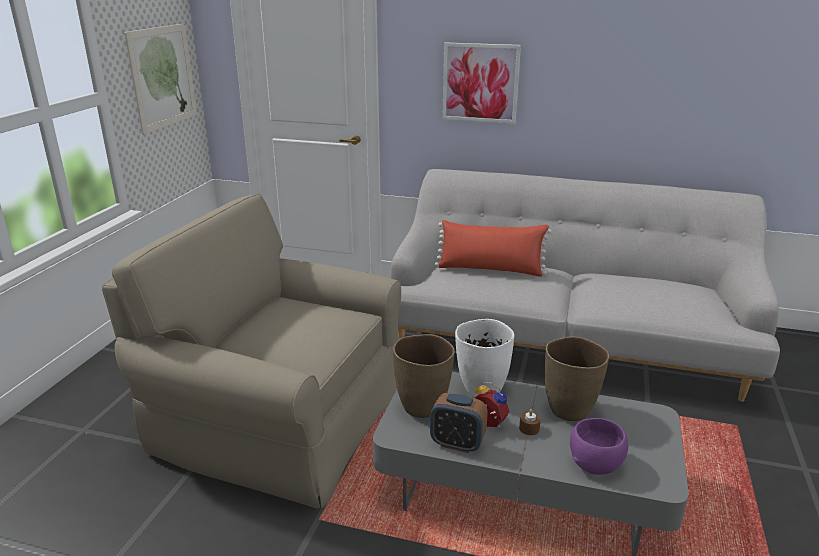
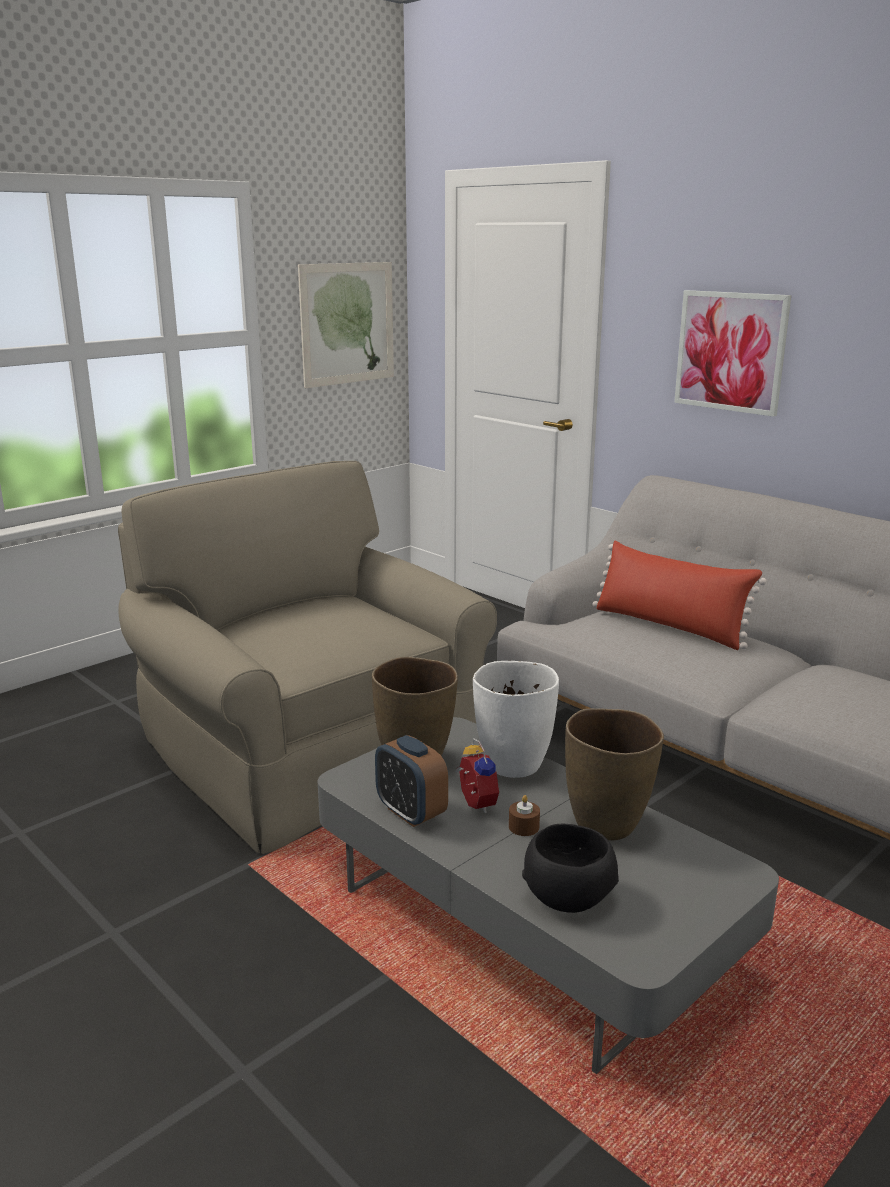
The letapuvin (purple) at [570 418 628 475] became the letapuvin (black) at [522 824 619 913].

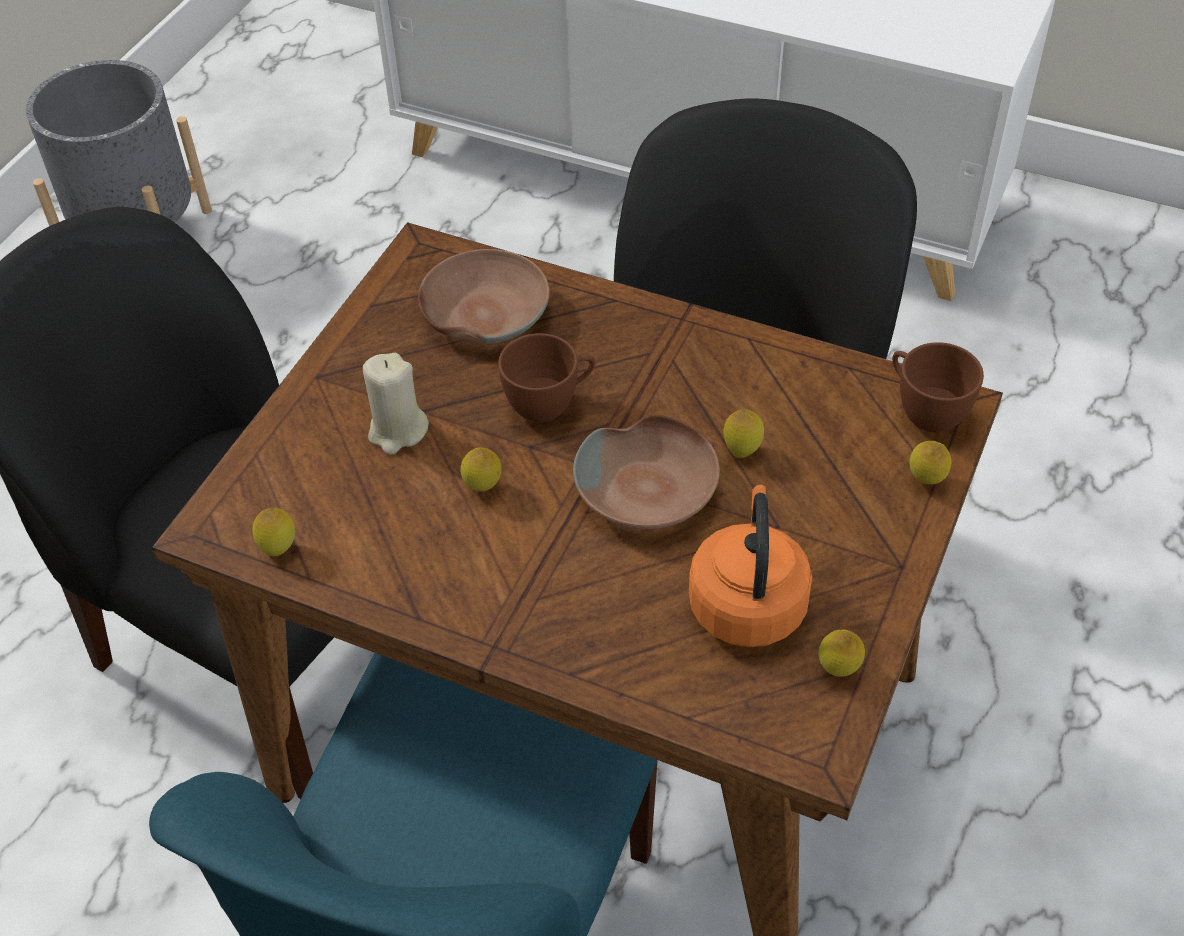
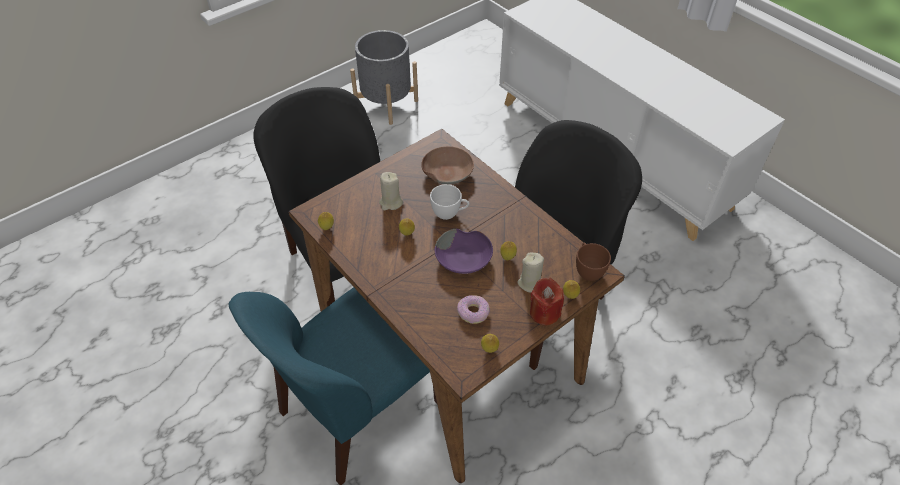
The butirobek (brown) at [498 333 595 422] became the butirobek (white) at [430 184 469 220].
The letapuvin (brown) at [573 415 720 529] became the letapuvin (purple) at [435 229 493 274].
The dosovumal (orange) at [689 485 812 647] was replaced by the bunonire at [457 295 490 324].
The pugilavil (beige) at [517 253 544 292] appeared.
The pugilavil (red) at [530 278 564 325] appeared.

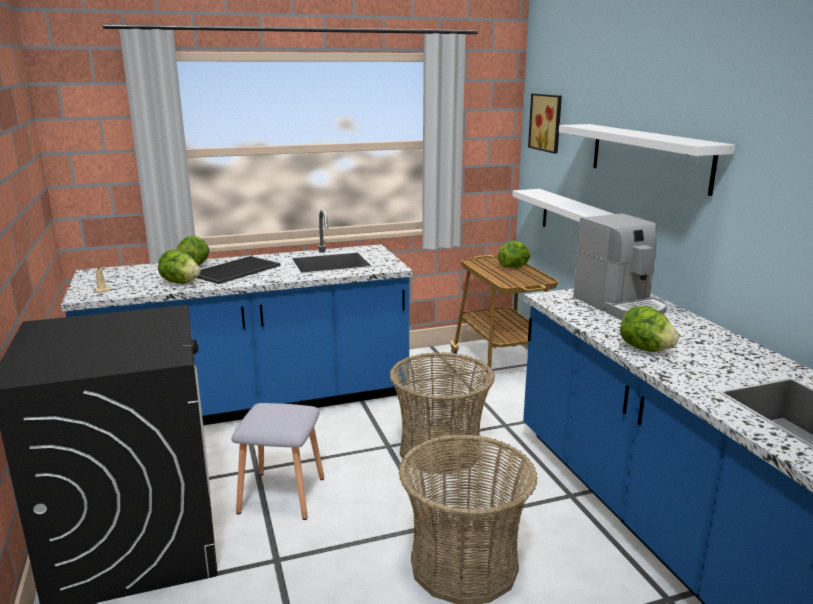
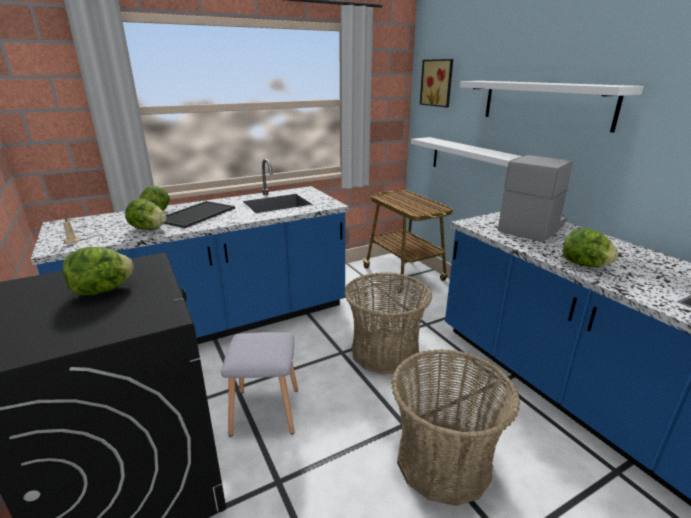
The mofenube moved from [498 241 531 268] to [63 247 134 295].
The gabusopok at [573 213 667 320] turned 105 degrees counterclockwise.

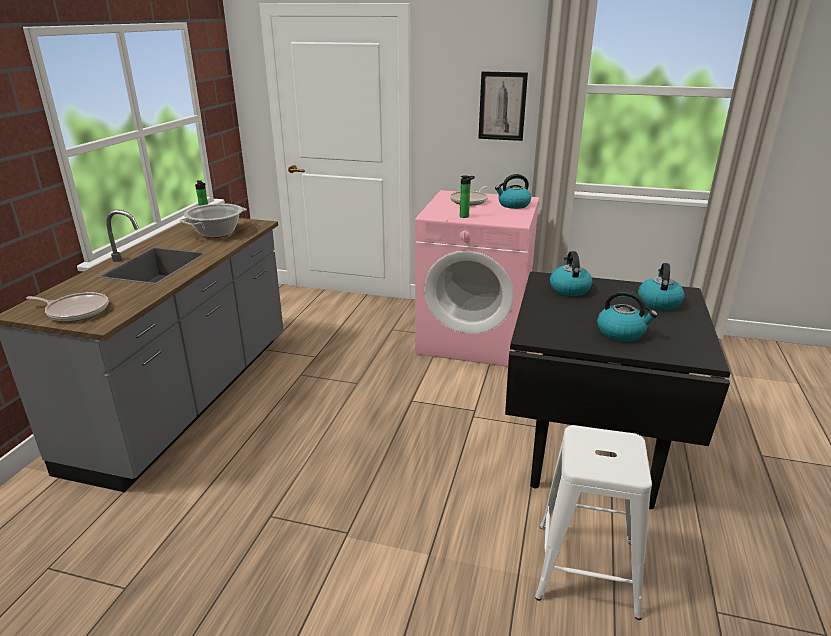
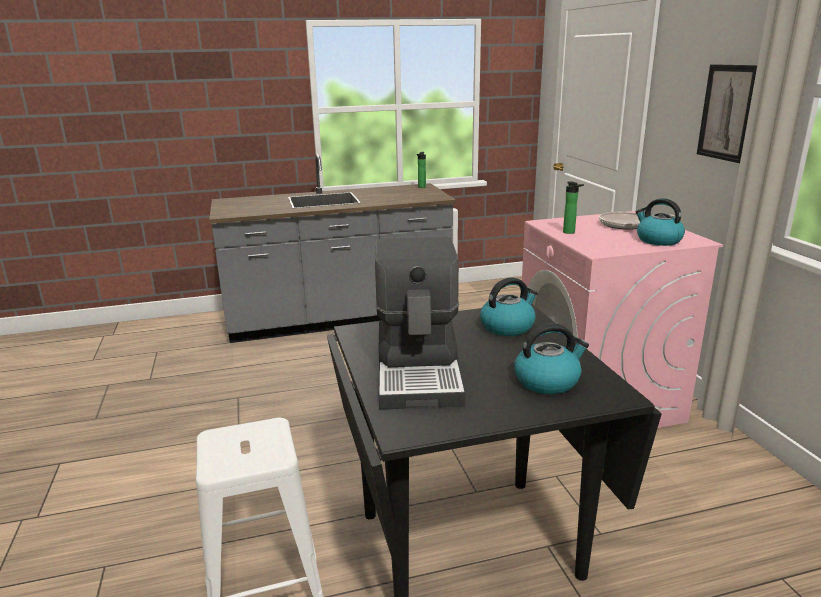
The dosovumal at [597 290 658 342] was replaced by the gabusopok at [375 237 465 410].
The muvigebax at [27 292 109 322] disappeared.
The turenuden at [180 203 247 238] disappeared.

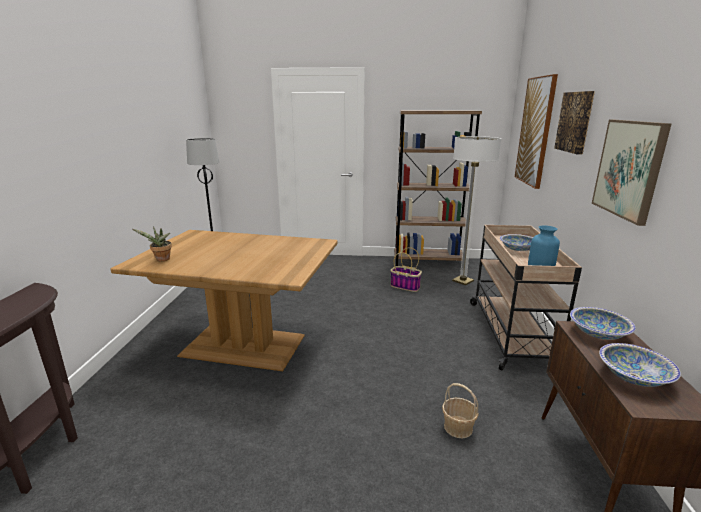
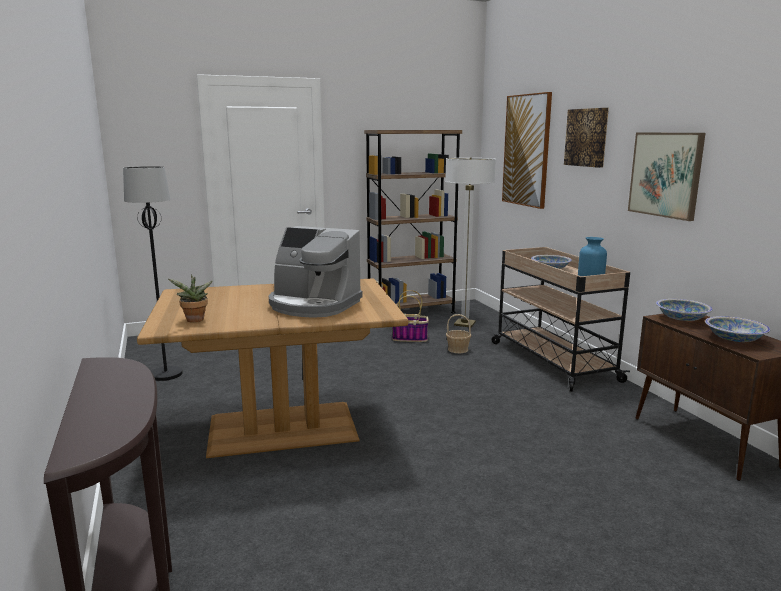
The gabusopok at [269 226 362 318] appeared.
The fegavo moved from [442 383 479 438] to [446 314 471 353].

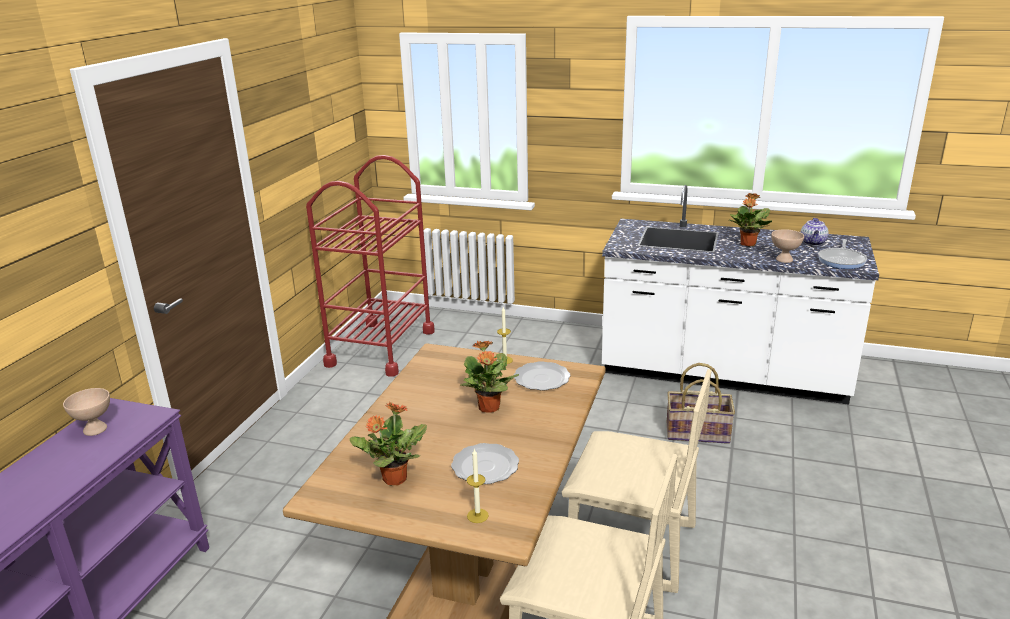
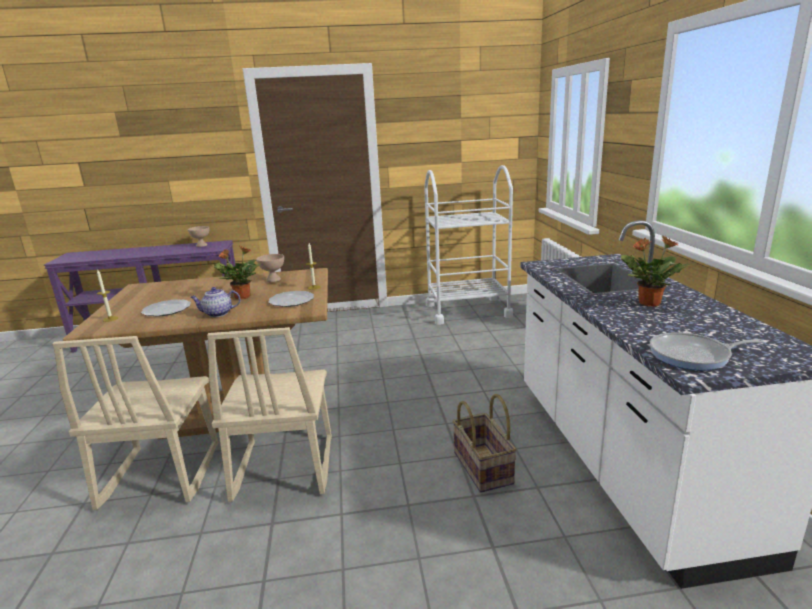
The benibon moved from [801 218 829 246] to [190 287 241 317].
The letapuvin (beige) moved from [771 229 804 263] to [256 254 284 282].
The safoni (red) at [306 155 435 377] became the safoni (white) at [424 165 513 325].
The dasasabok at [350 401 427 485] disappeared.

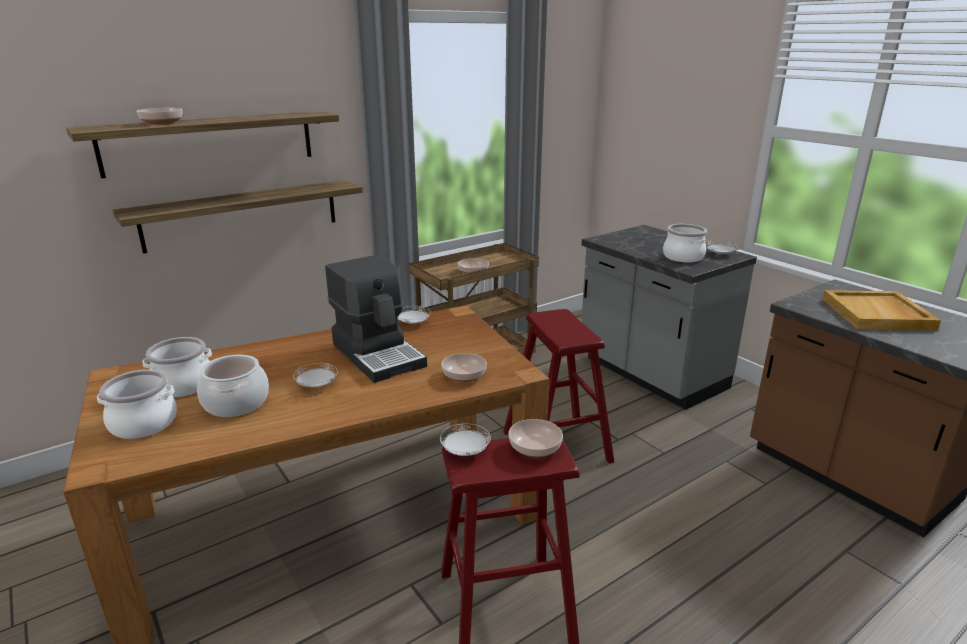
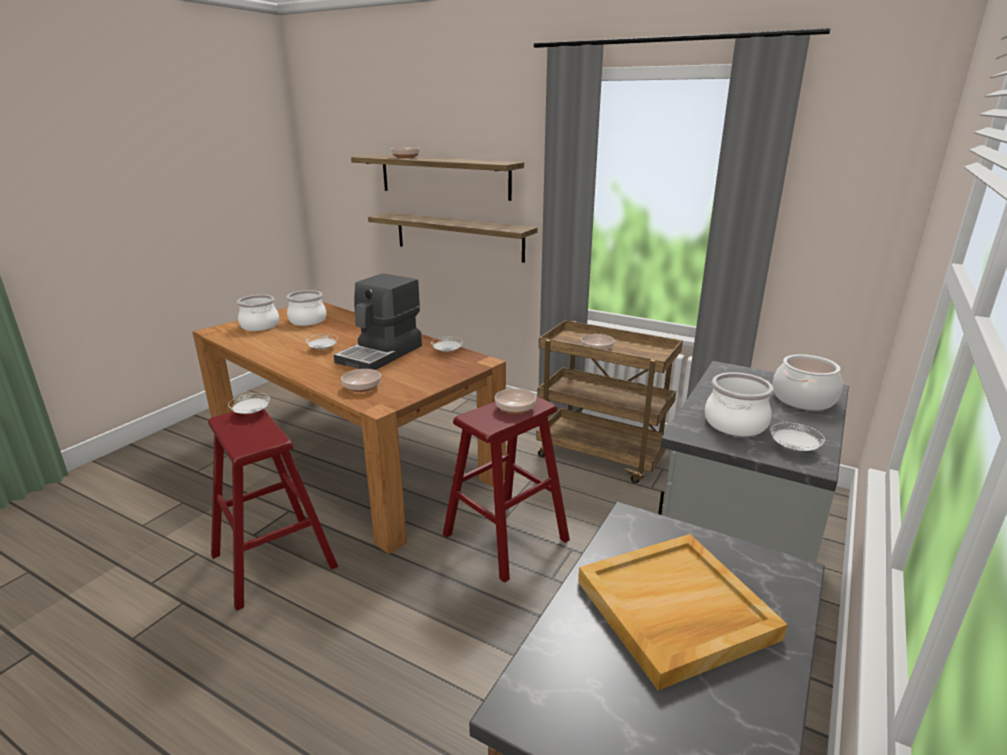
The letapuvin moved from [508 419 563 457] to [495 388 536 414].
The turenuden moved from [197 355 269 417] to [773 354 843 410].

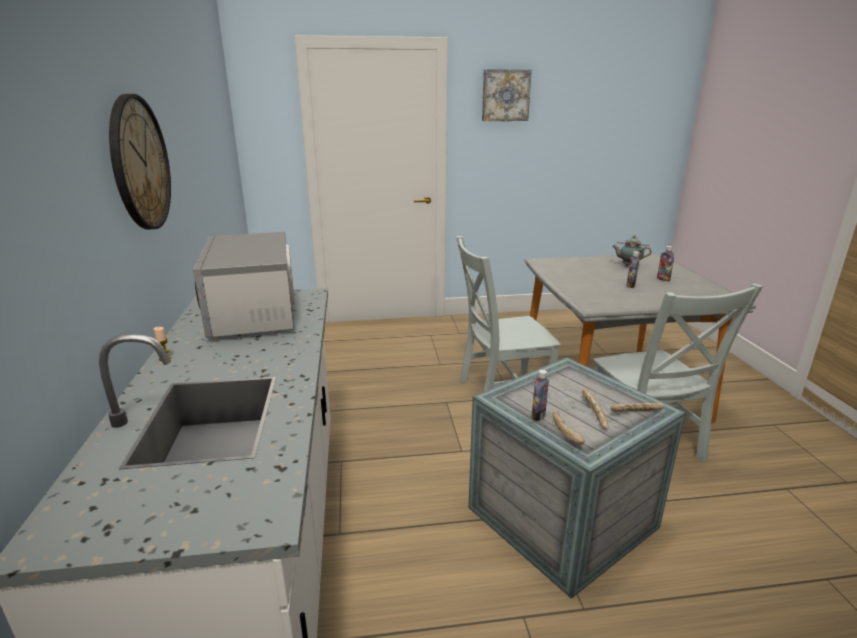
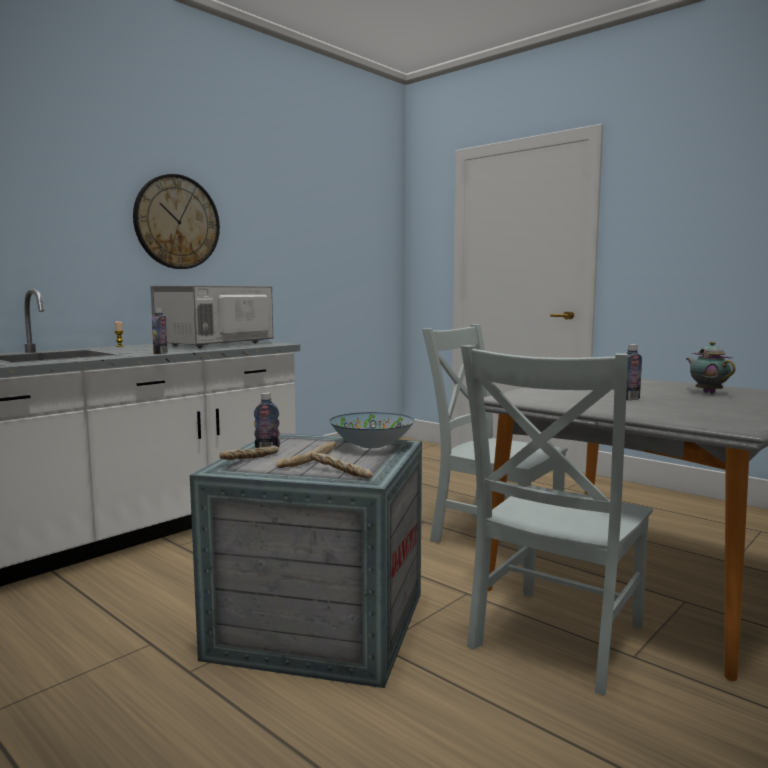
The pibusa moved from [657 246 674 281] to [152 308 168 354].
The letapuvin at [329 412 414 448] appeared.
The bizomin at [482 69 532 121] disappeared.

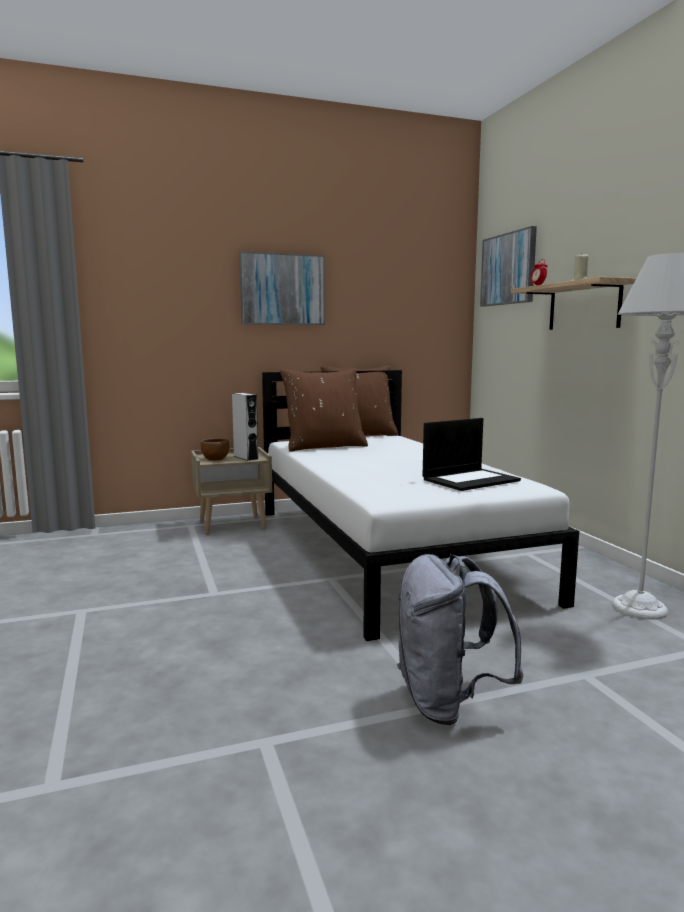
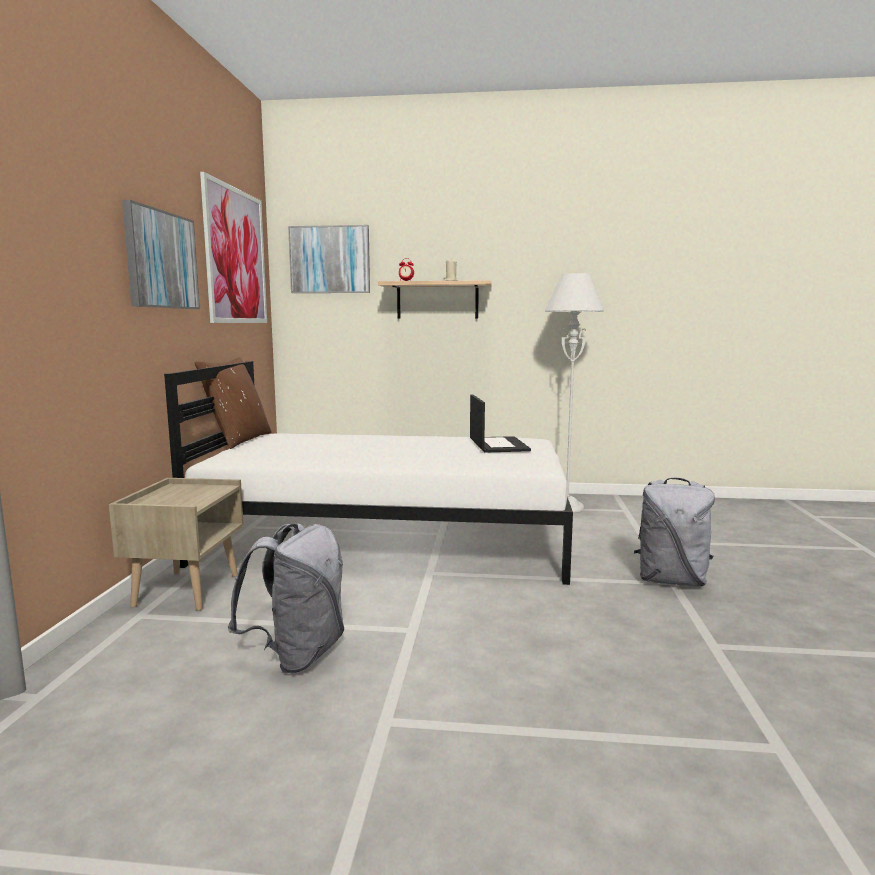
The bizomin at [200 172 267 323] appeared.
The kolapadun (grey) at [228 523 344 674] appeared.
The letapuvin (brown) at [201 438 230 461] disappeared.
The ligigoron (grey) at [232 393 259 461] disappeared.
The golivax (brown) at [280 368 368 452] disappeared.

